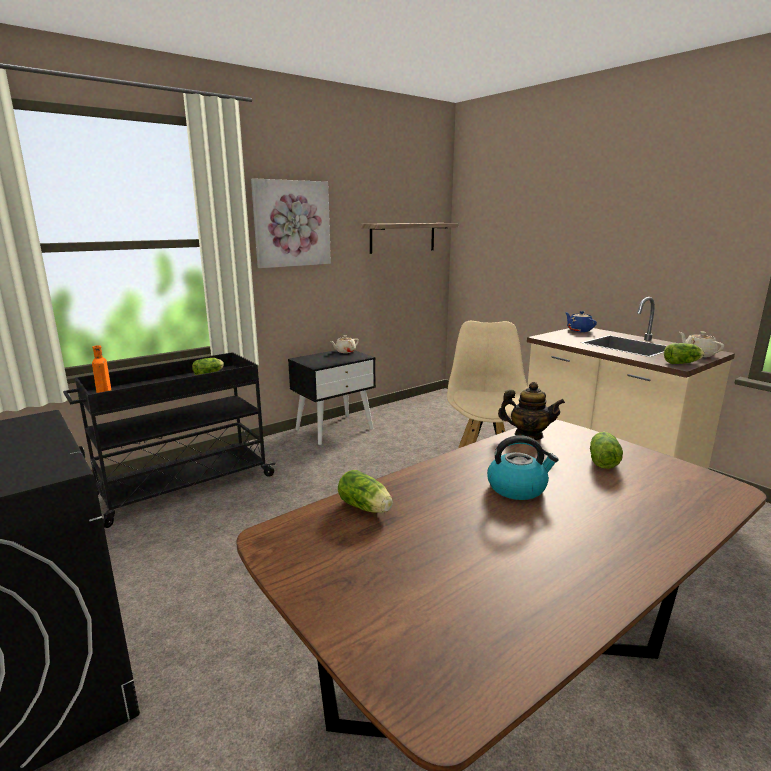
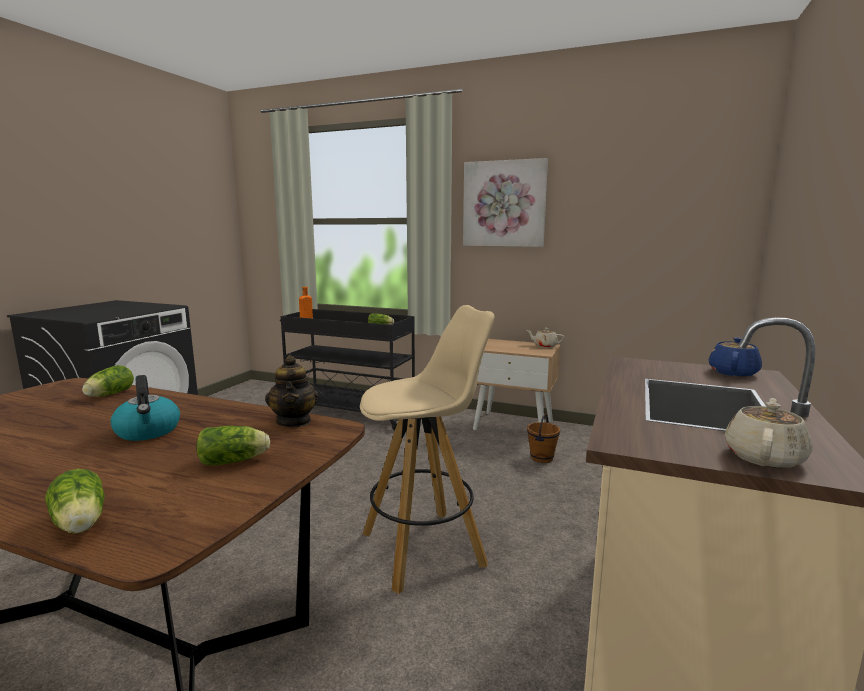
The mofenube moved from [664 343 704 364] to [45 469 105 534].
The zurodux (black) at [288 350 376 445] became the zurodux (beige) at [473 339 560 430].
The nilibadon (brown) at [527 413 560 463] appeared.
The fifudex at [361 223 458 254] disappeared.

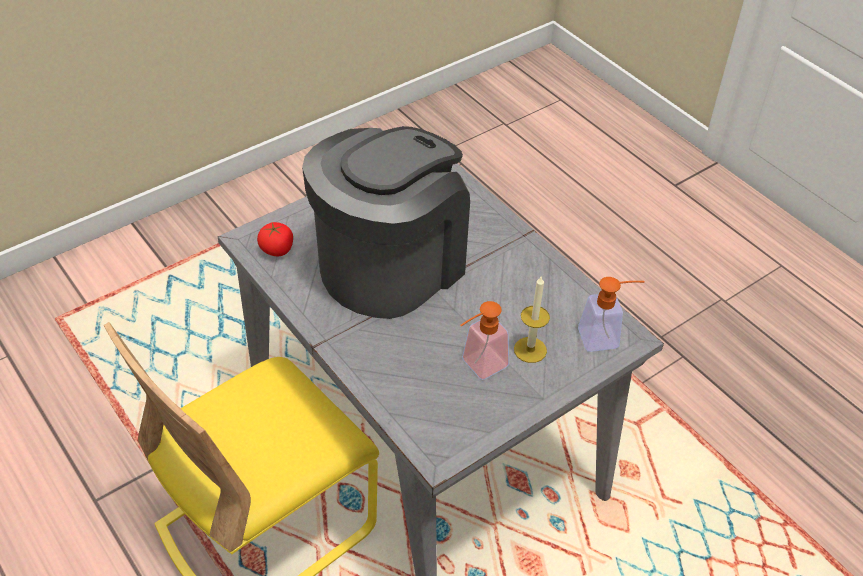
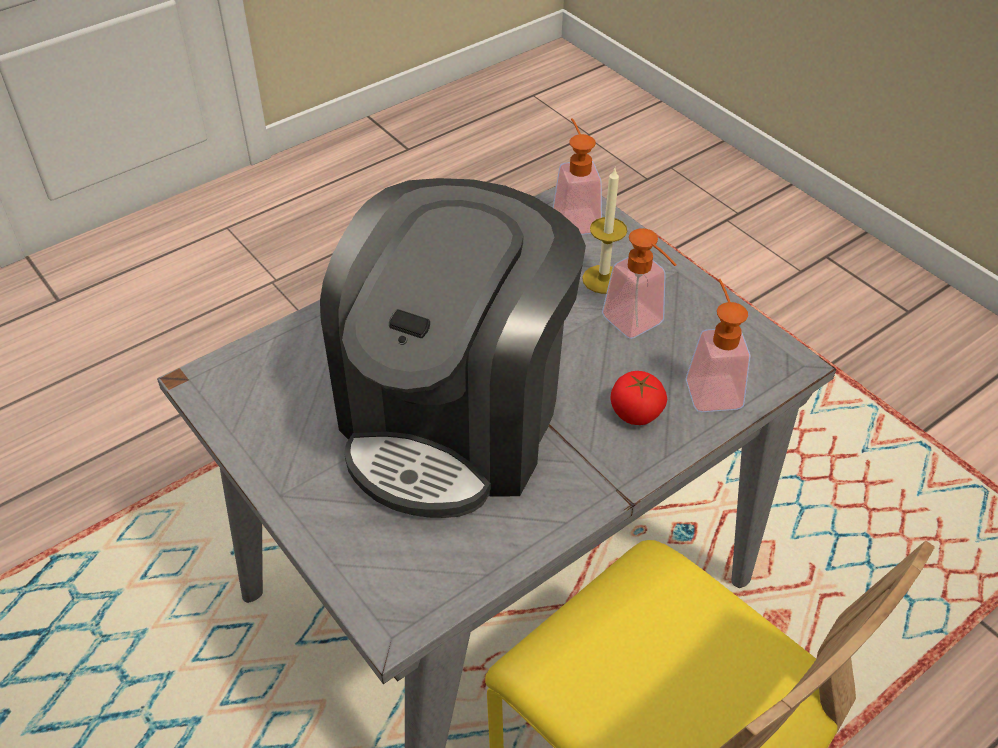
The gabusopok at [302 126 470 319] turned 105 degrees counterclockwise.
The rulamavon moved from [257 222 293 256] to [611 371 667 425].
The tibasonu at [686 278 750 412] appeared.

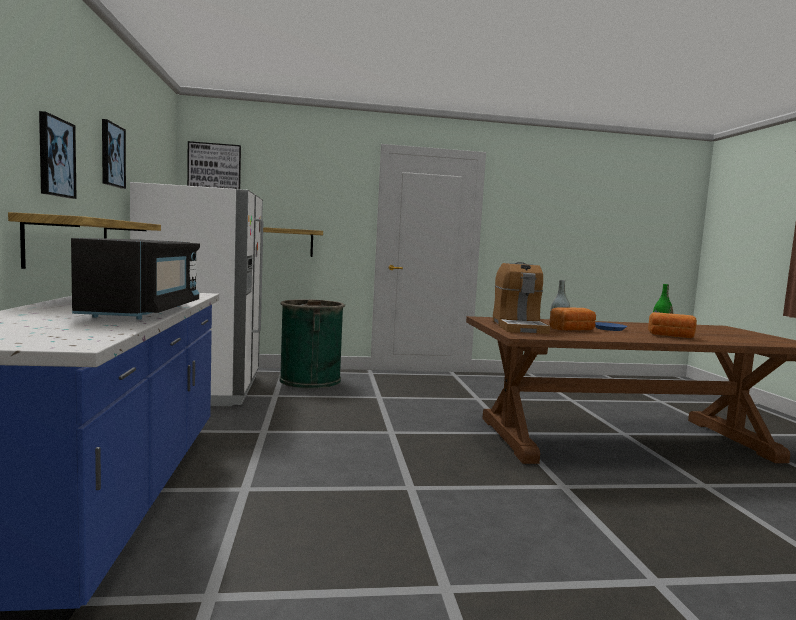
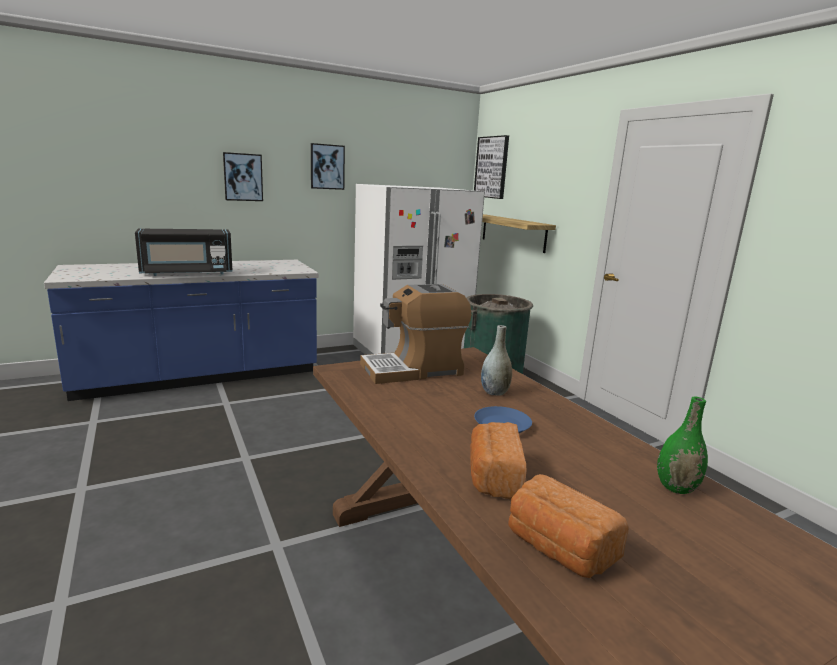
The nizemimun moved from [549 307 596 331] to [508 474 629 578].
The fifudex at [8 212 161 269] disappeared.

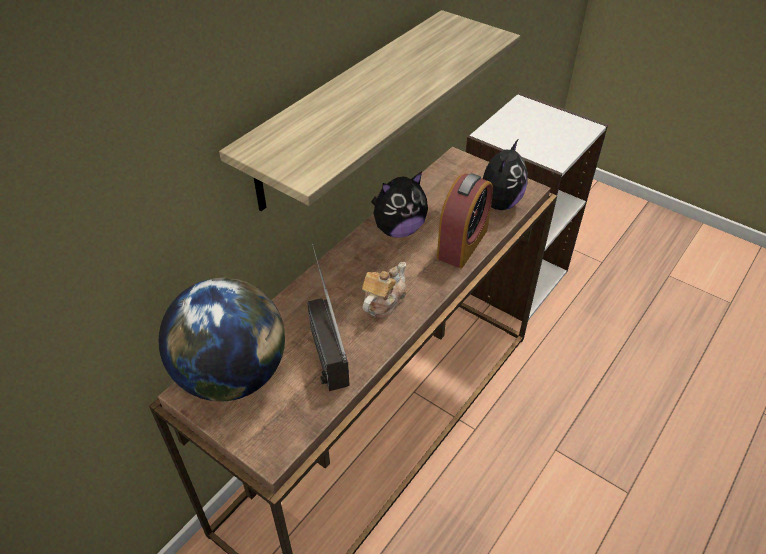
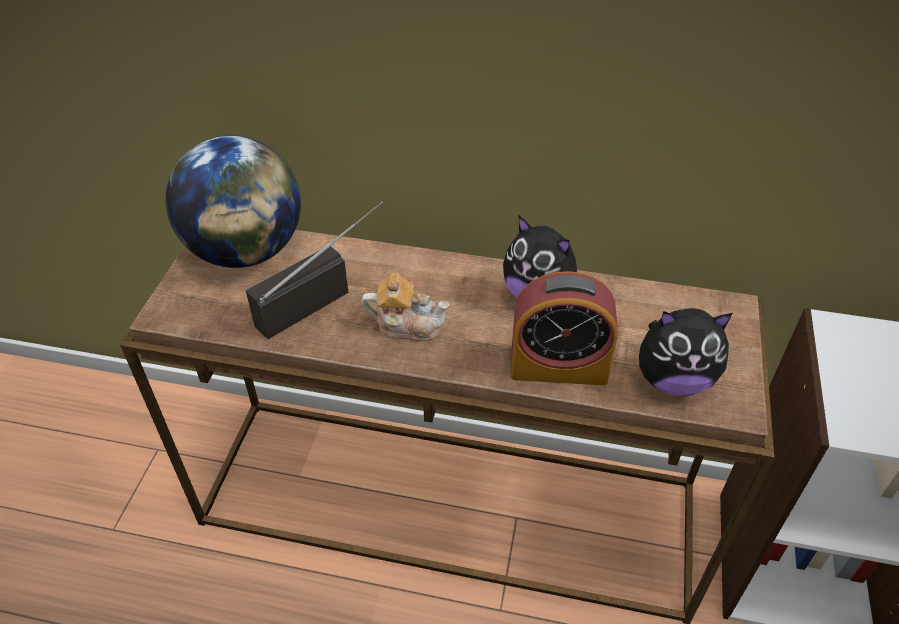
The fifudex at [219 10 520 211] disappeared.

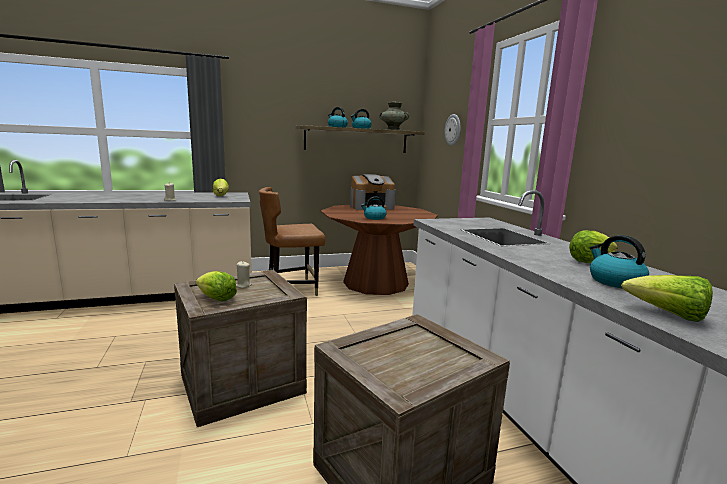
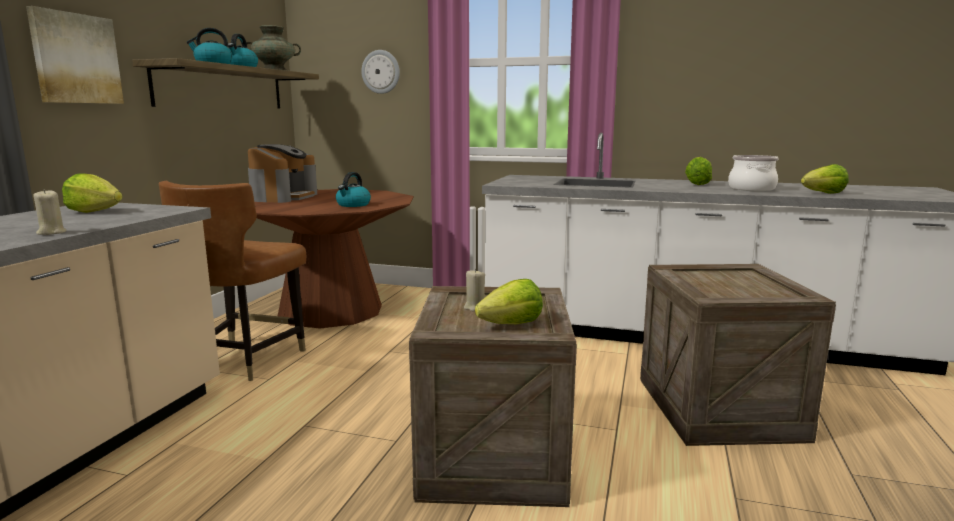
The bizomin at [26 6 124 104] appeared.
The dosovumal at [590 235 649 288] was replaced by the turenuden at [728 155 778 191].

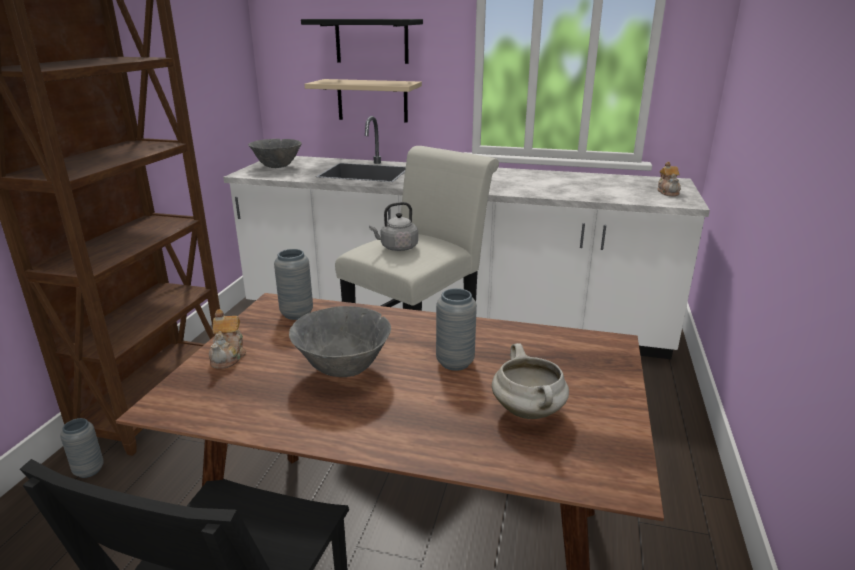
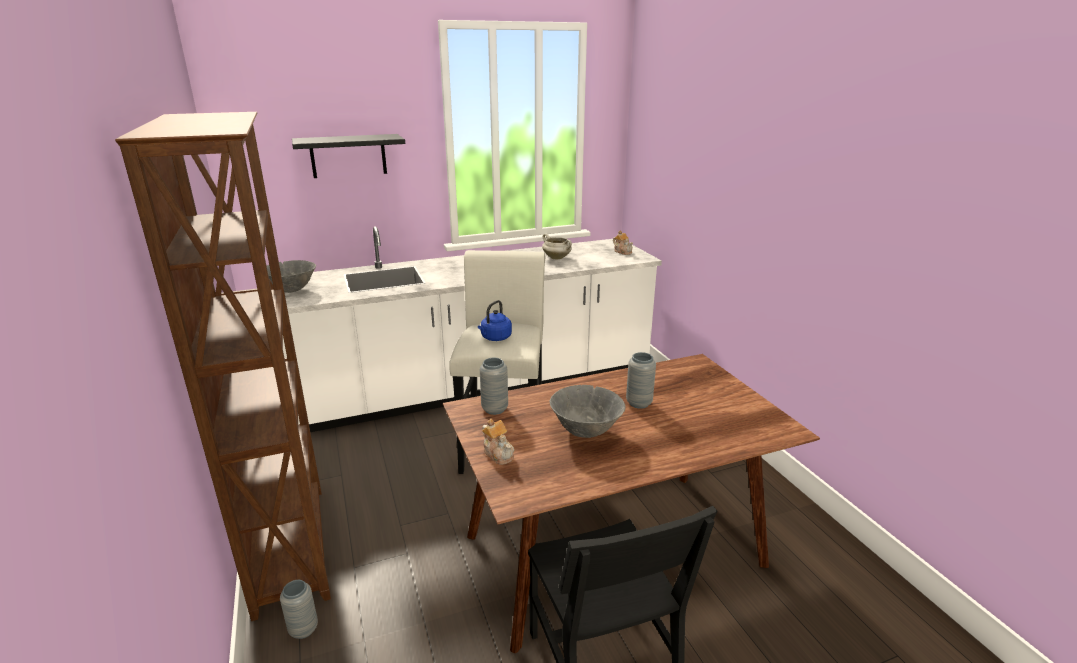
The dosovumal (grey) at [369 202 418 251] became the dosovumal (blue) at [478 300 512 341].
The turenuden (white) moved from [492 343 569 419] to [542 234 572 260].
The fifudex (beige) at [304 79 422 122] disappeared.

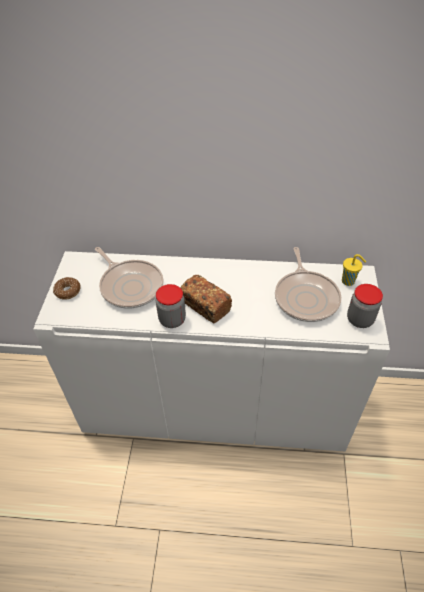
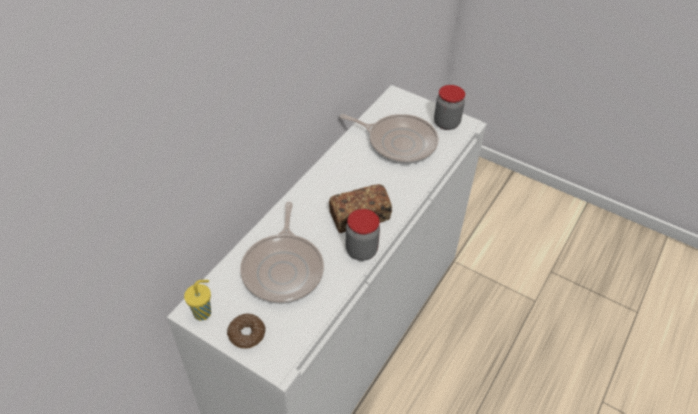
The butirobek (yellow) moved from [342 254 366 286] to [184 280 211 321].
The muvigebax at [95 247 164 309] turned 105 degrees clockwise.

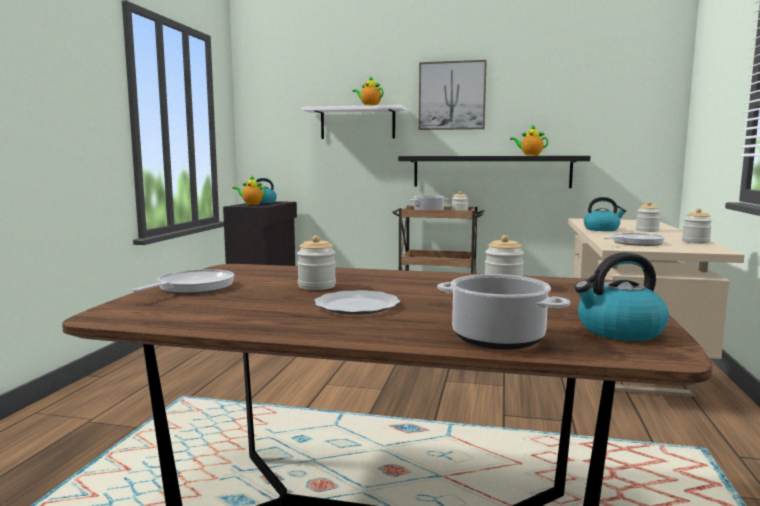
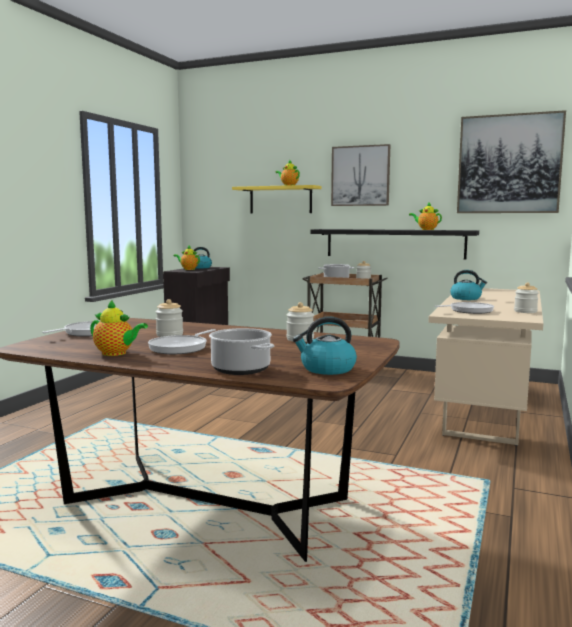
The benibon at [90 300 148 356] appeared.
The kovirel at [314 290 400 315] was replaced by the muvigebax at [148 329 216 354].
The fifudex (white) at [302 105 406 139] became the fifudex (yellow) at [232 185 322 213].
The bizomin at [457 110 566 213] appeared.
The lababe at [636 202 661 232] disappeared.

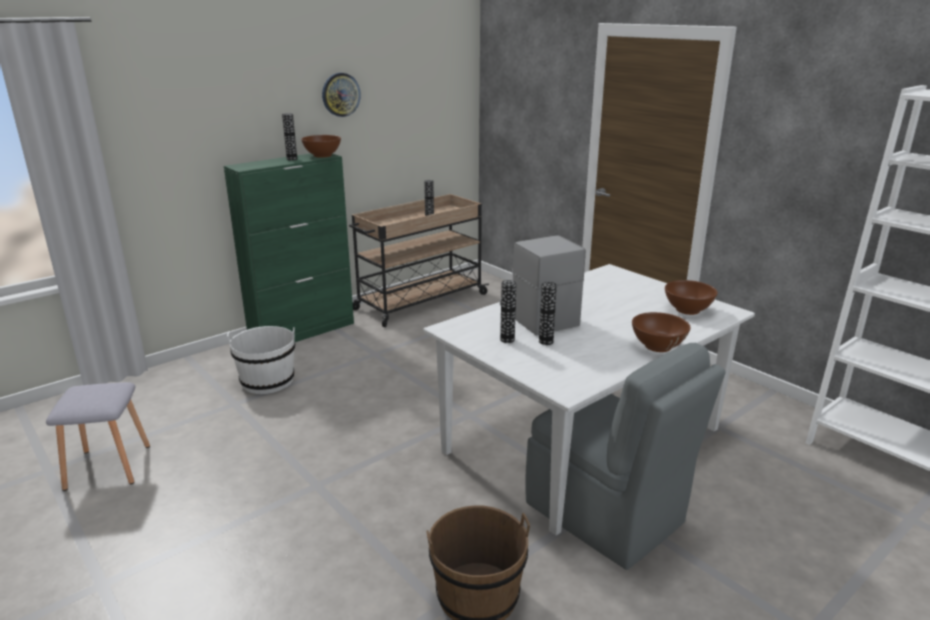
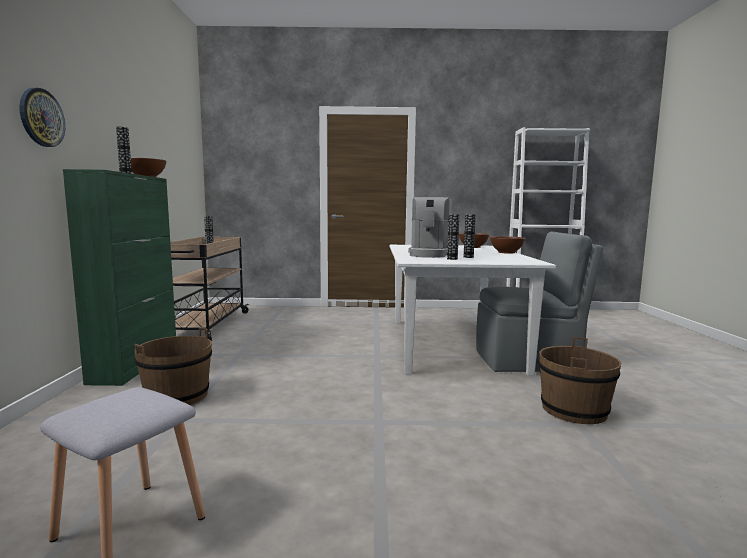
The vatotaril moved from [322 73 361 117] to [19 88 65 147].
The nilibadon (white) at [227 326 295 394] became the nilibadon (brown) at [134 328 212 405].
The gabusopok at [500 235 586 335] turned 90 degrees counterclockwise.

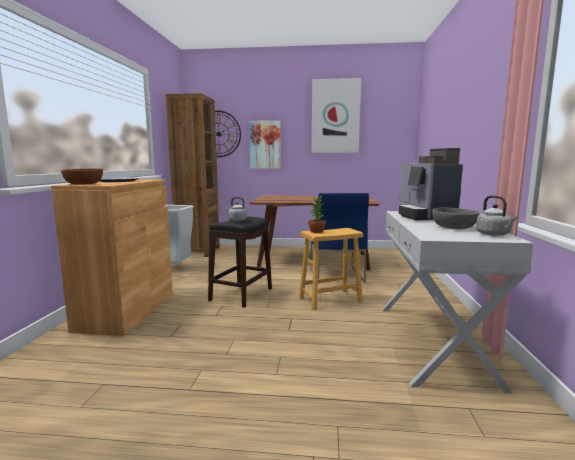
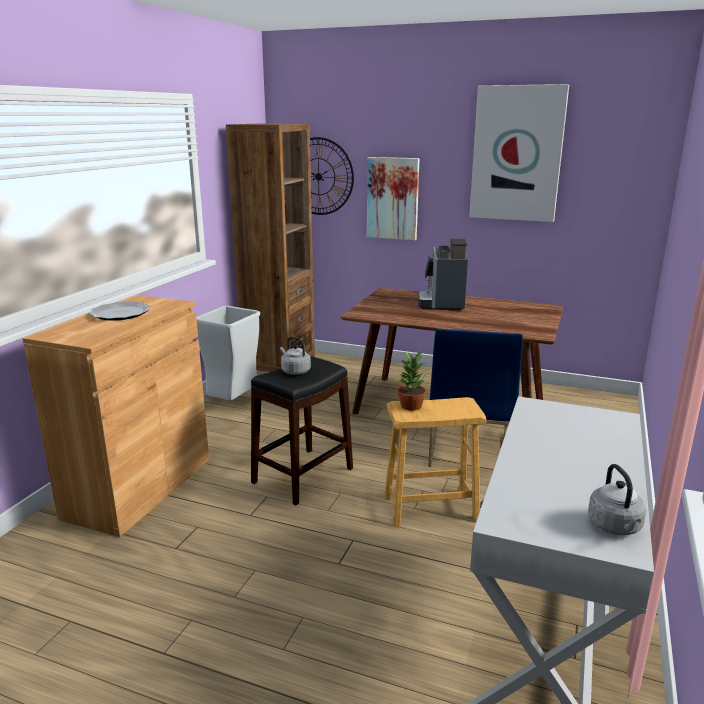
The gabusopok moved from [399 148 463 220] to [418 238 468 310].
The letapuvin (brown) at [61 168 103 185] disappeared.
The letapuvin (grey) at [432 208 480 229] disappeared.

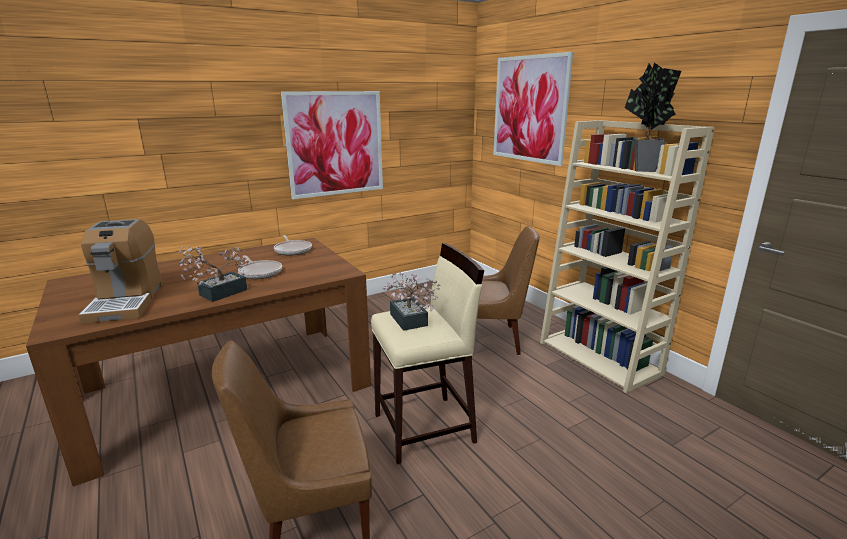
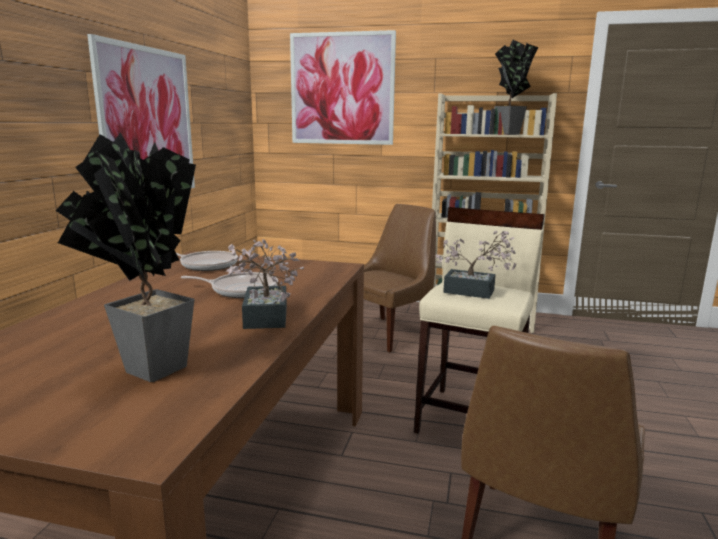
The gabusopok at [78 219 163 324] was replaced by the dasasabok at [56 133 196 382].

